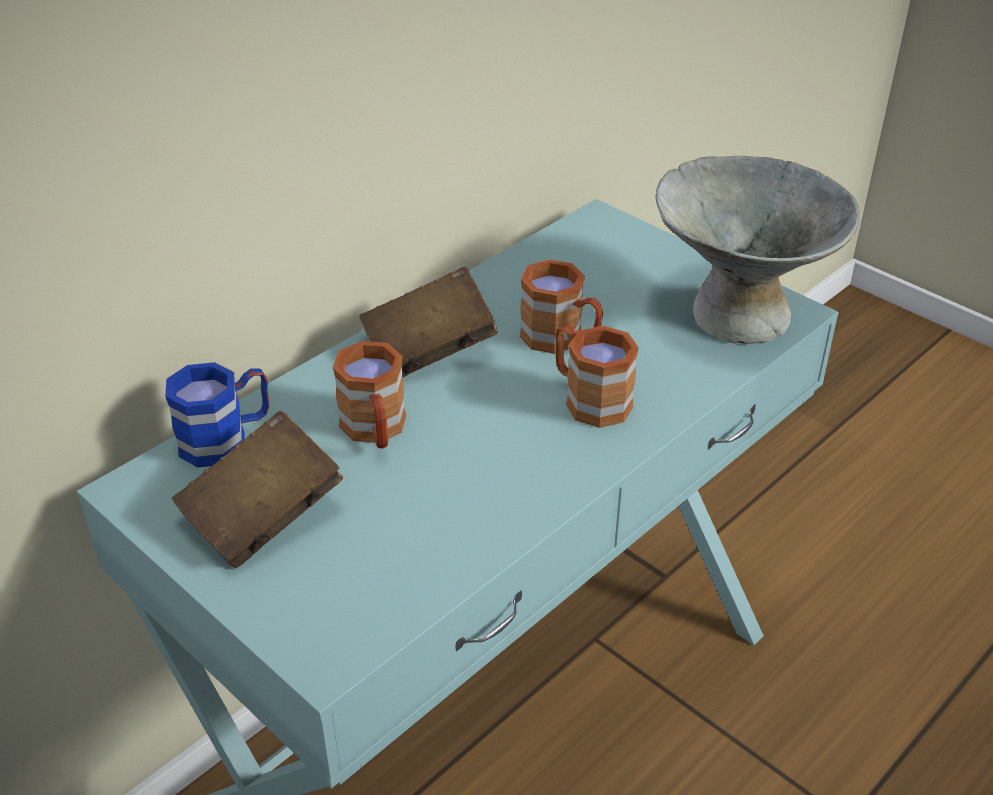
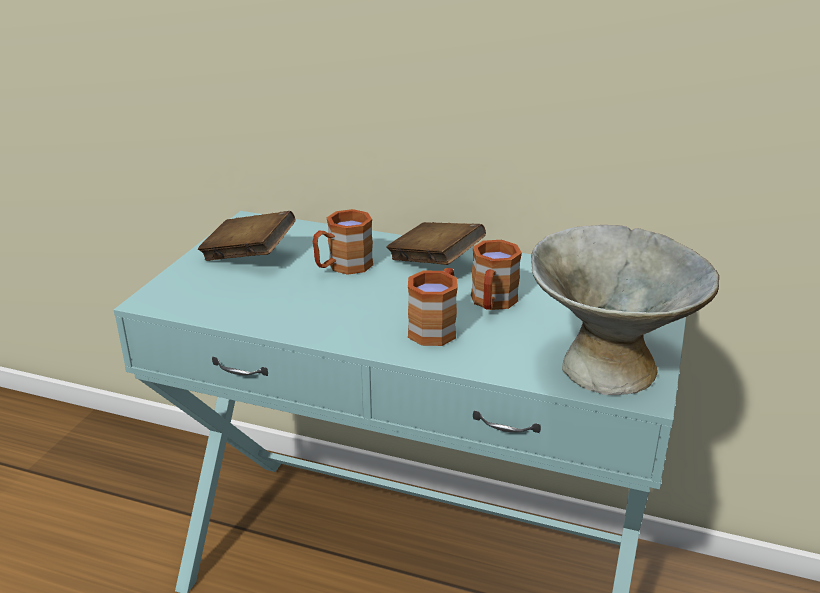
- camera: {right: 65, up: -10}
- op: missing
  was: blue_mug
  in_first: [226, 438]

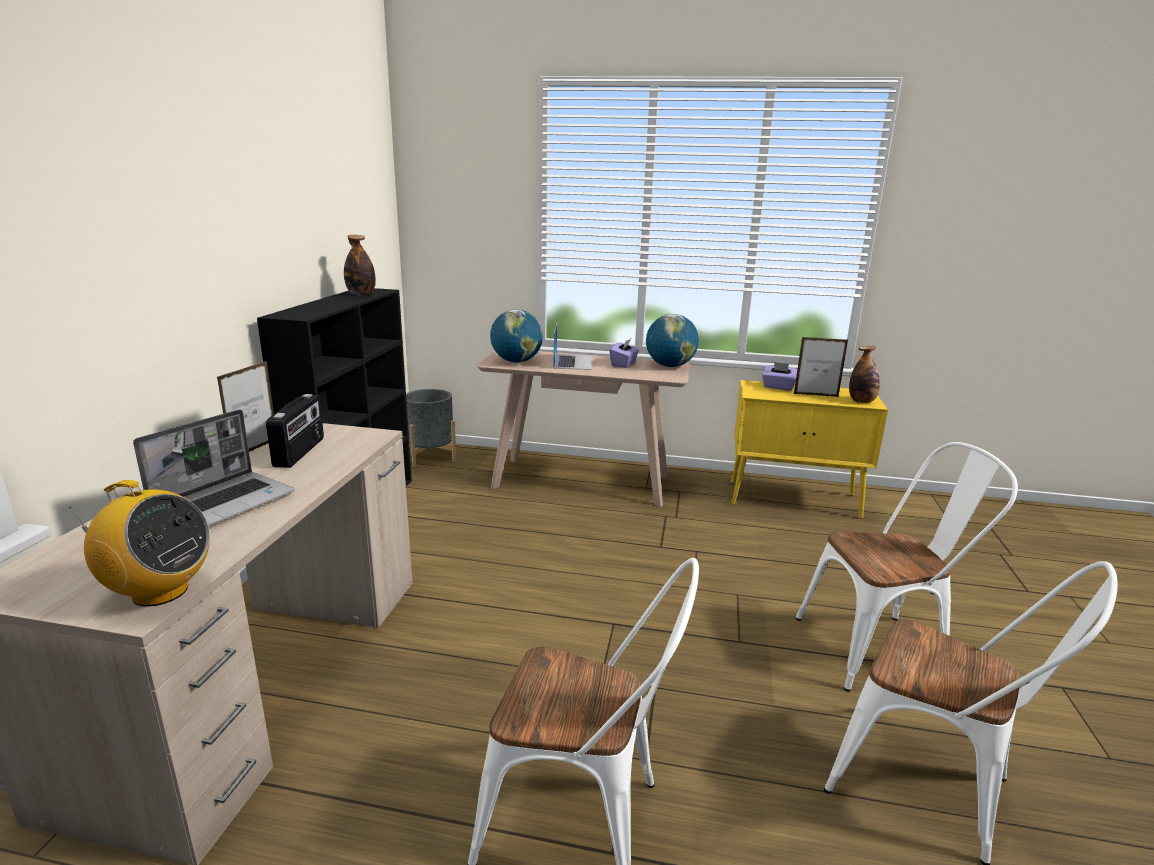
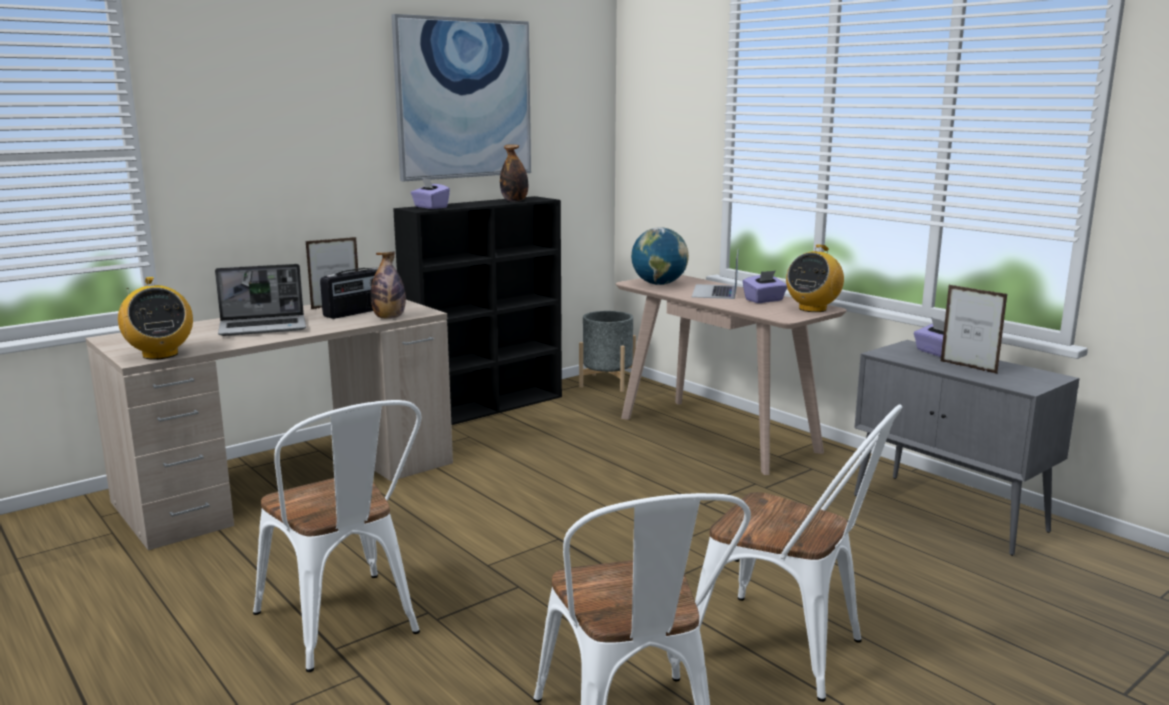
- camera: {right: 40, up: -5}
- op: relocated
  was: bottle
  in_first: [861, 401]
  in_second: [389, 318]
- op: appeared
  now: picture
  in_second: [464, 99]
- op: appeared
  now: purple_tissue_box
  in_second: [430, 207]
- op: spun
  was: laptop
  in_first: [572, 361]
  in_second: [715, 291]
  clockwise: 150
- op: exchanged
  was: globe
  now: radio
  in_first: [670, 366]
  in_second: [812, 309]
- op: colour
  was: yellow_cabinet
  now: grey_cabinet
  in_first: [794, 500]
  in_second: [949, 513]

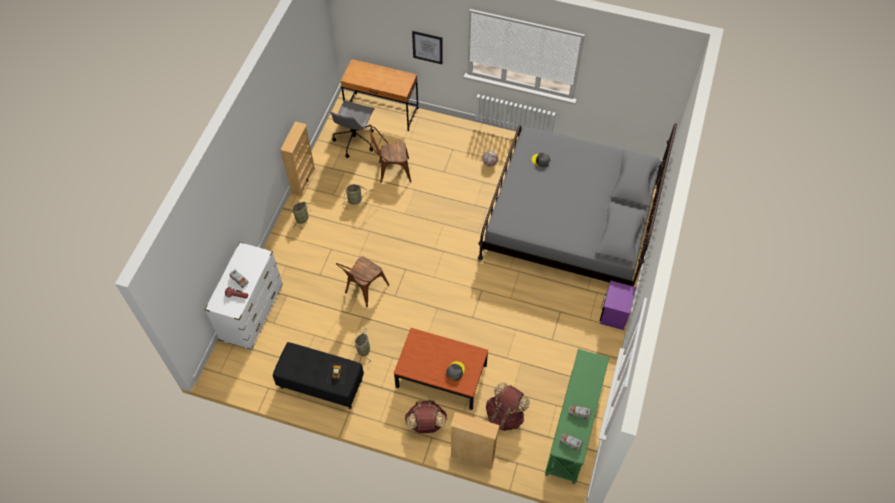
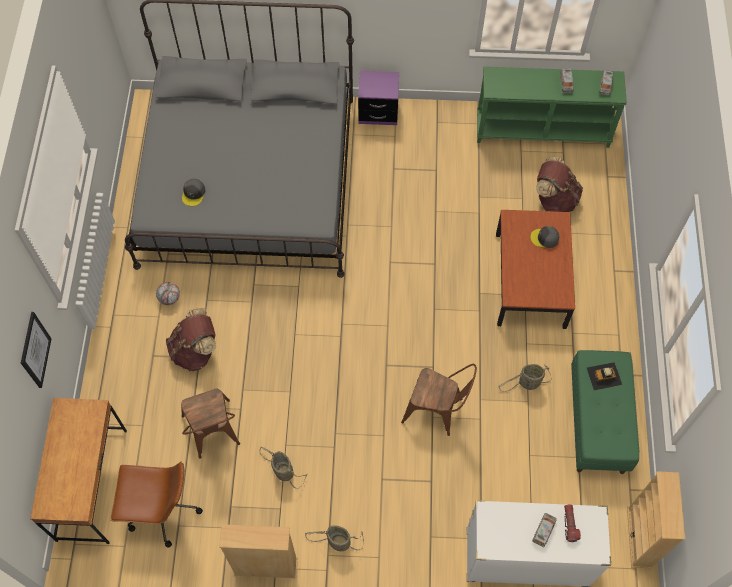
- camera: {right: -105, up: 5}
- op: colour
  was: grey_office_chair
  now: brown_office_chair
  in_first: [354, 140]
  in_second: [162, 510]
- op: relocated
  was: brown_backpack
  in_first: [426, 424]
  in_second: [196, 351]
- op: colour
  was: black_bench
  now: green_bench
  in_first: [321, 384]
  in_second: [598, 422]
- op: relocated
  was: beige_bookcase
  in_first: [472, 456]
  in_second: [639, 537]

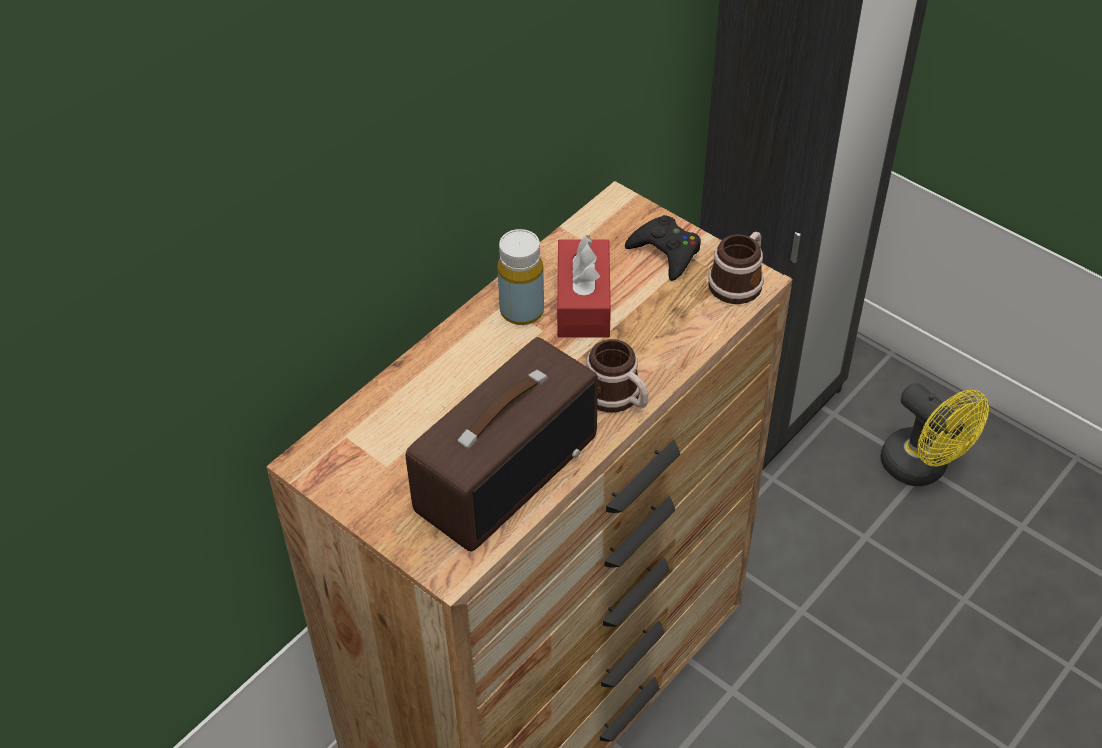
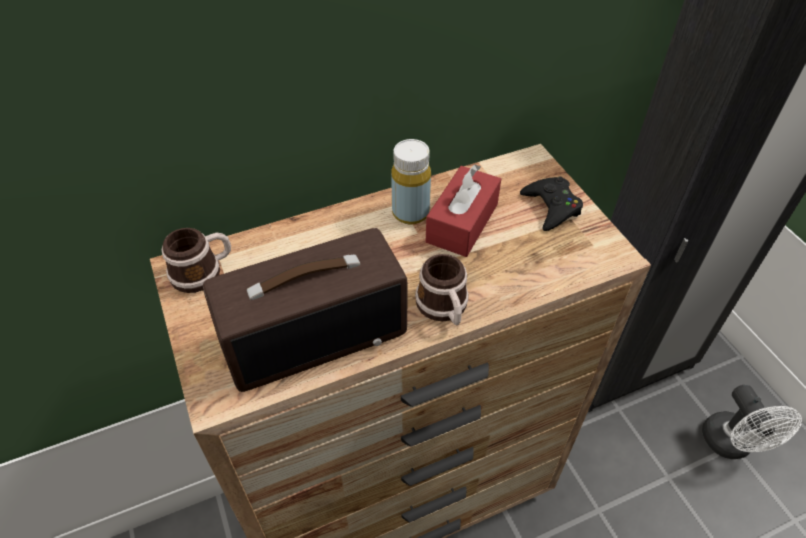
- camera: {right: 25, up: 0}
- op: relocated
  was: mug
  in_first: [739, 281]
  in_second: [203, 272]
- op: colour
  was: yellow_fan
  now: white_fan
  in_first: [922, 468]
  in_second: [731, 445]

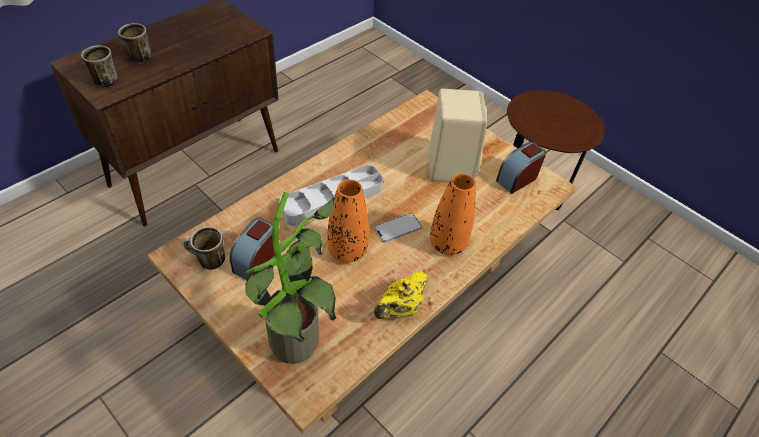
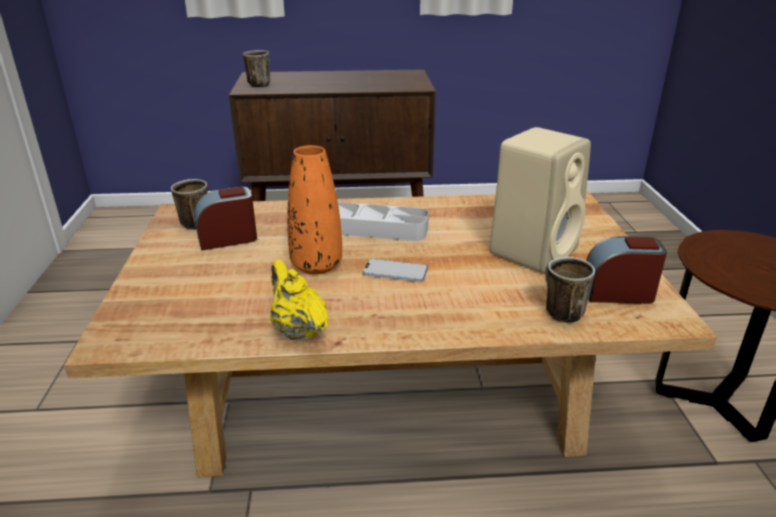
- camera: {right: 45, up: -20}
- op: spun
  was: yellow_teapot
  in_first: [400, 309]
  in_second: [298, 330]
  clockwise: 60
- op: relocated
  was: mug
  in_first: [136, 57]
  in_second: [558, 311]
- op: missing
  was: potted_plant
  in_first: [299, 348]
- op: missing
  was: orange_vase
  in_first: [447, 244]

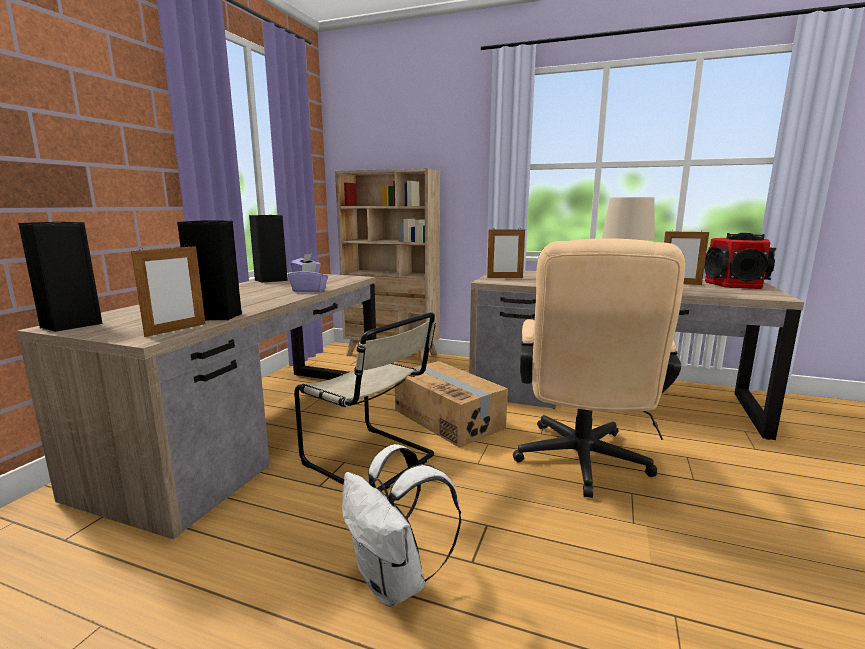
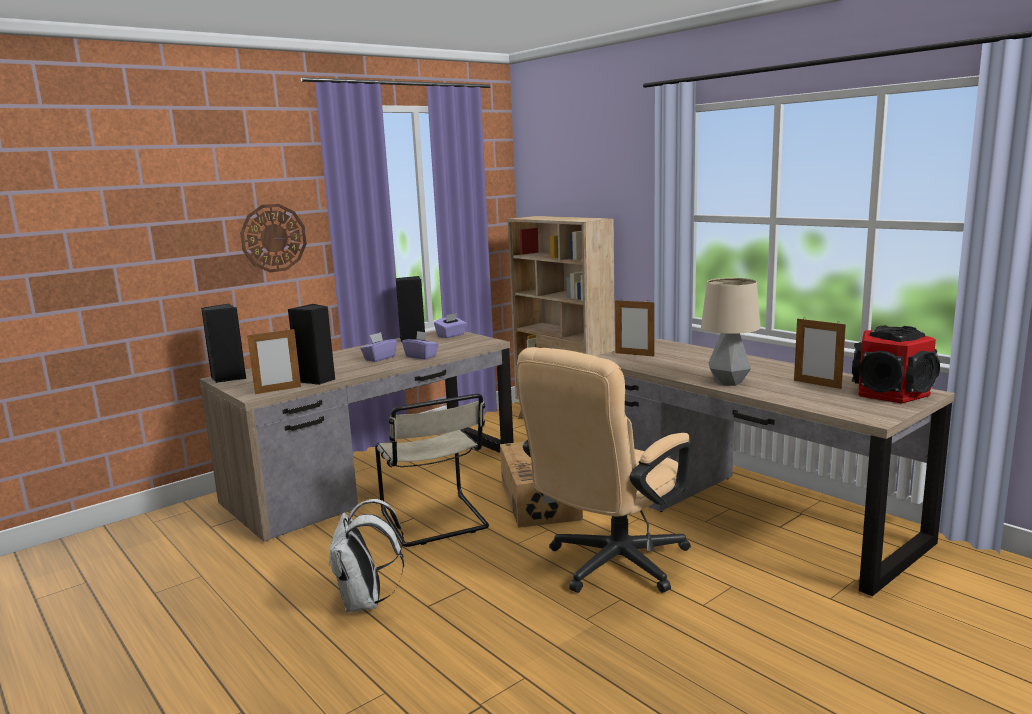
- camera: {right: 30, up: 0}
- op: appeared
  now: wall_clock
  in_second: [273, 238]
- op: appeared
  now: purple_tissue_box
  in_second: [379, 358]

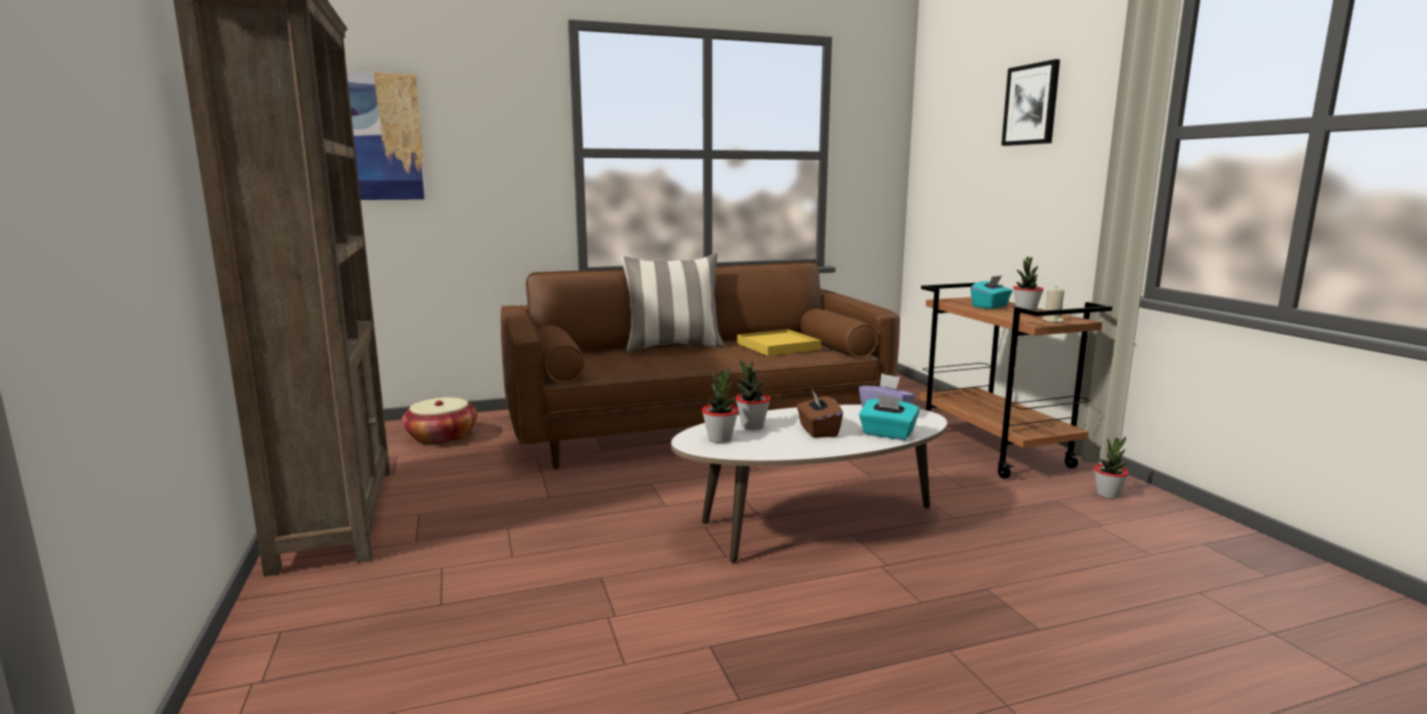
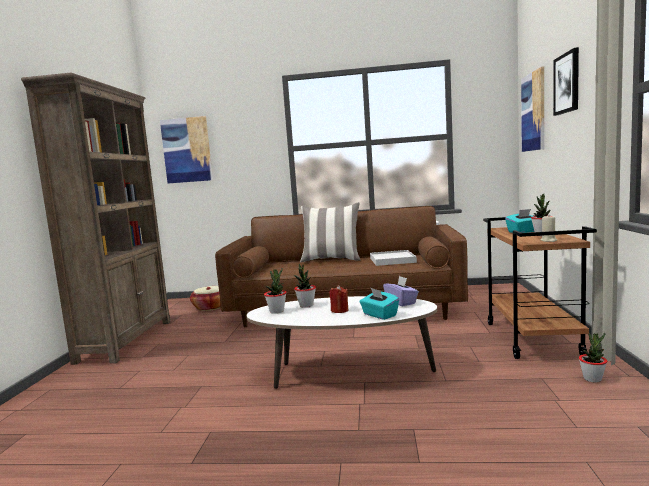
- camera: {right: 25, up: -5}
- op: exchanged
  was: brown_tissue_box
  now: red_candle
  in_first: [817, 431]
  in_second: [339, 310]
- op: colour
  was: yellow_tray
  now: white_tray
  in_first: [777, 346]
  in_second: [392, 260]
- op: appeared
  now: picture
  in_second: [533, 112]

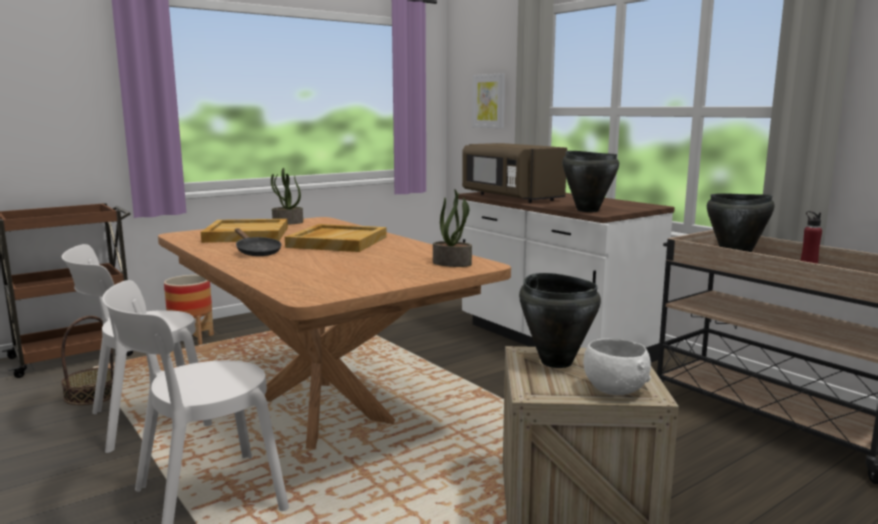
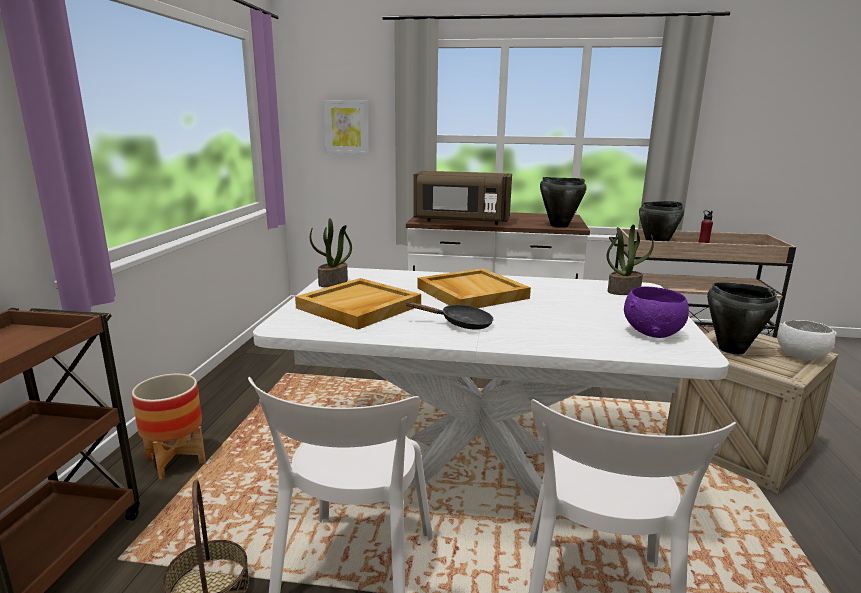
- camera: {right: -45, up: 5}
- op: colour
  was: brown_dining_table
  now: white_dining_table
  in_first: [320, 409]
  in_second: [476, 466]
- op: appeared
  now: purple_bowl
  in_second: [653, 333]

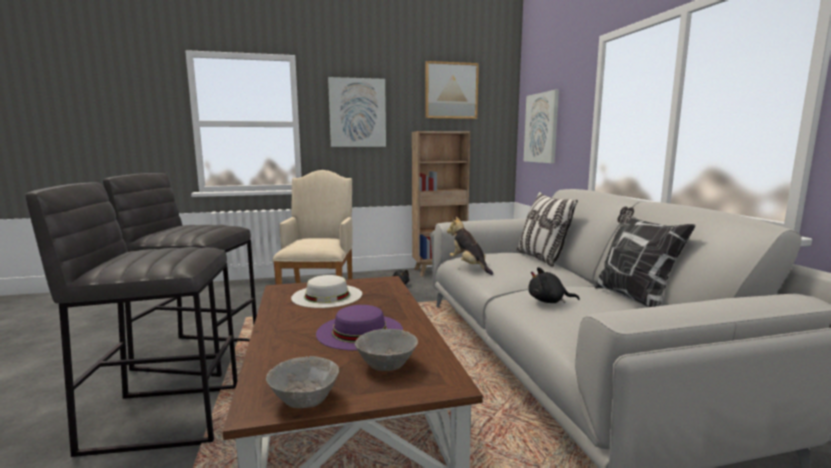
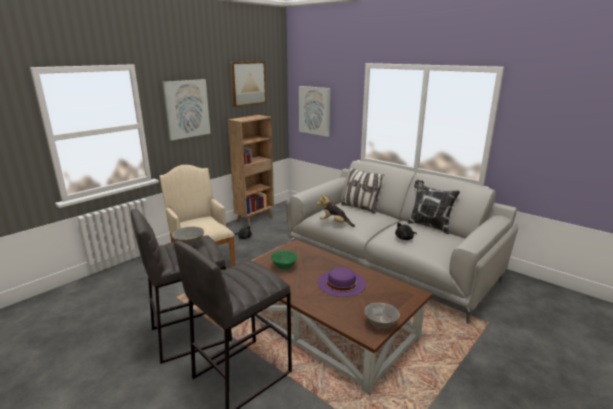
- camera: {right: -35, up: 10}
- op: relocated
  was: grey_bowl
  in_first: [387, 366]
  in_second: [190, 244]
- op: exchanged
  was: white_hat
  now: green_bowl
  in_first: [327, 296]
  in_second: [284, 266]

